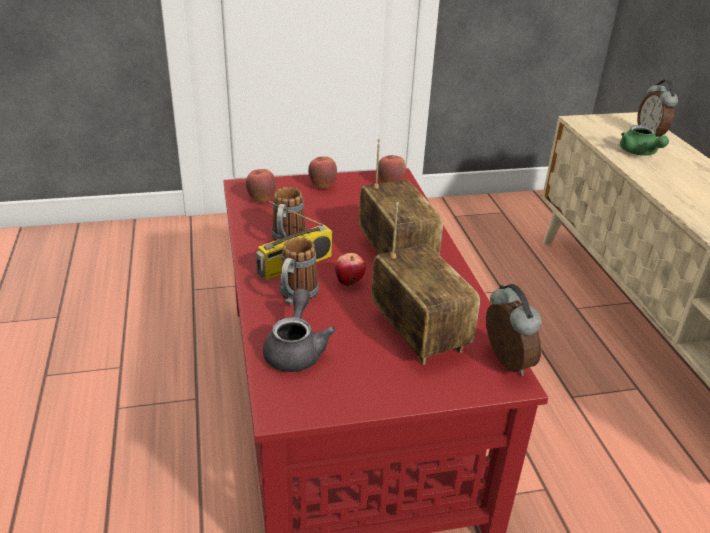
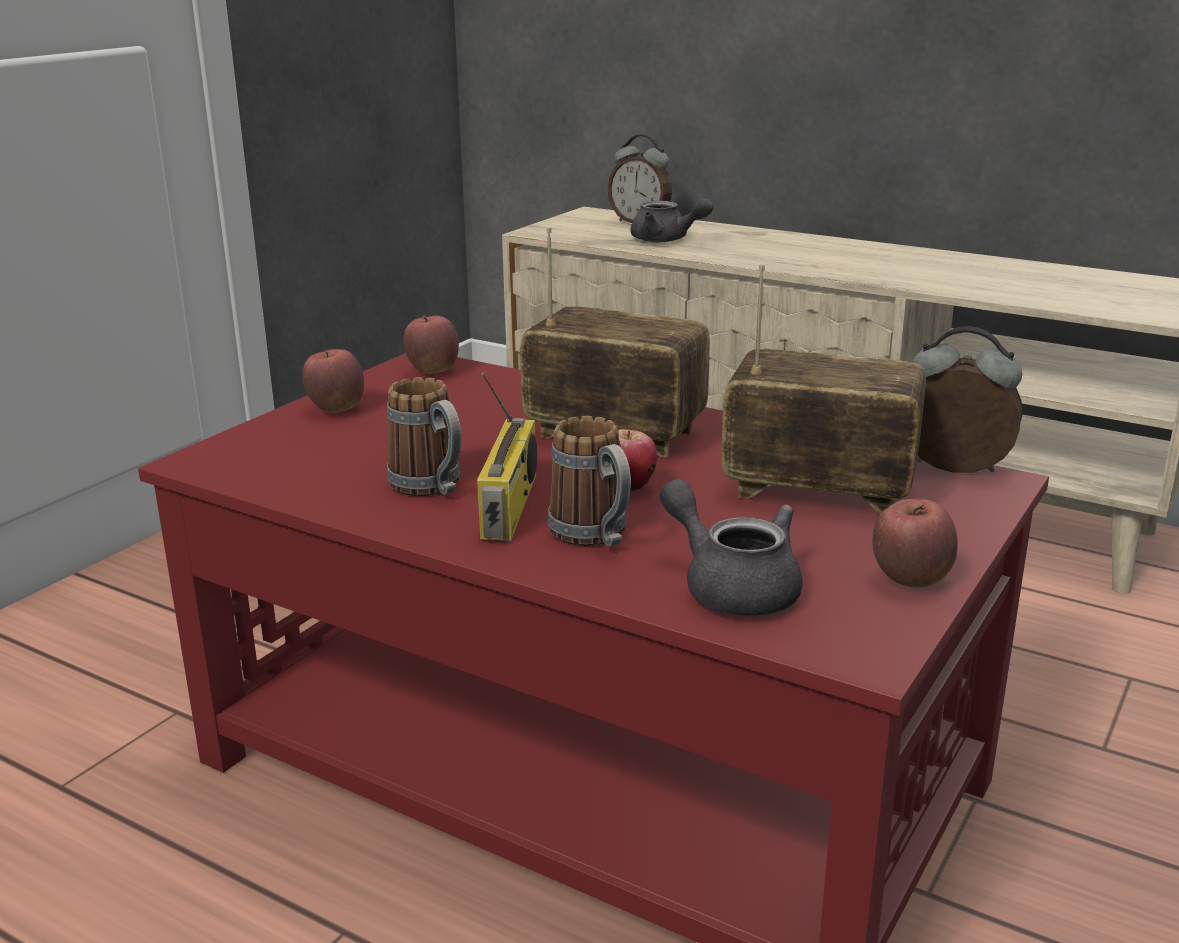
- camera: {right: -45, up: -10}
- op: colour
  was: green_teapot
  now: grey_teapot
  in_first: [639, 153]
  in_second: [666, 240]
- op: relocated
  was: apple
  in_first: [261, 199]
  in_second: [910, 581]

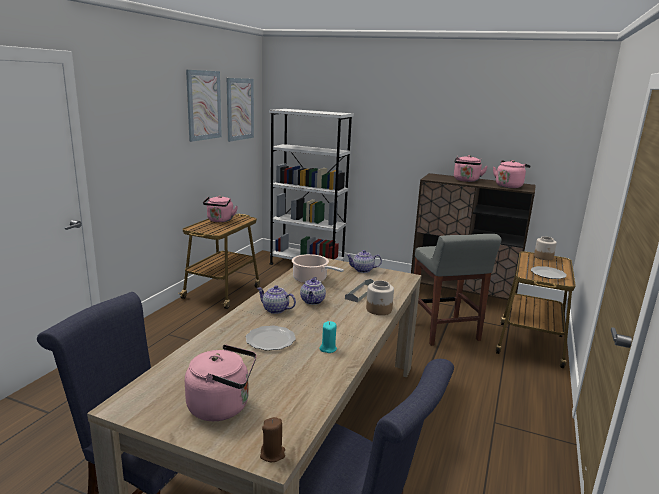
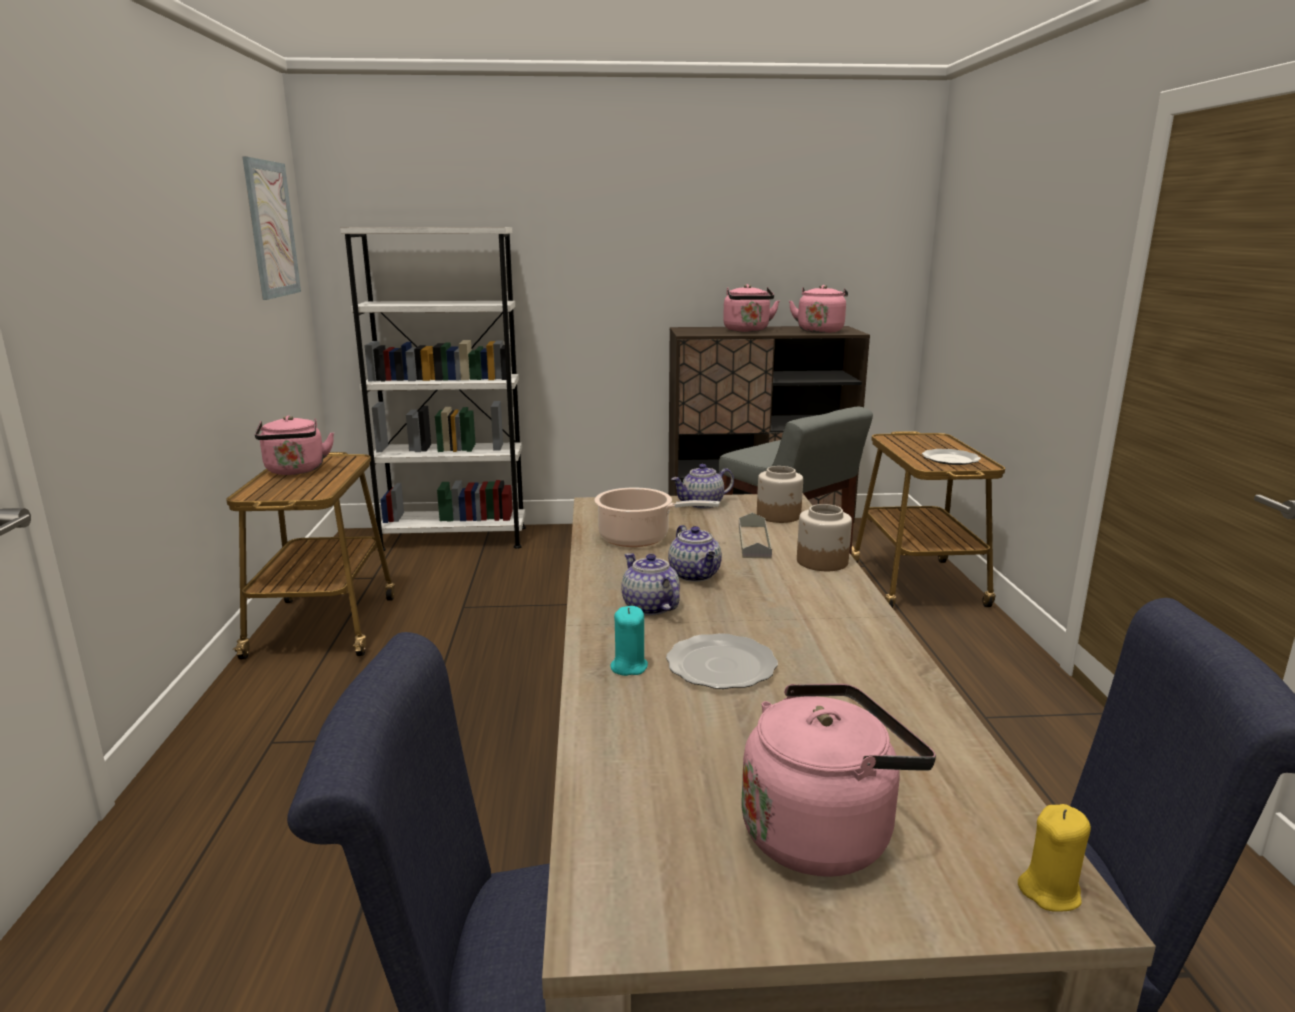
- camera: {right: -25, up: 0}
- op: relocated
  was: turquoise_candle
  in_first: [328, 348]
  in_second: [628, 666]
- op: spun
  was: teapot
  in_first: [275, 310]
  in_second: [649, 607]
  clockwise: 60
- op: relocated
  was: jar
  in_first: [543, 257]
  in_second: [779, 516]
- op: colour
  was: brown_candle
  now: yellow_candle
  in_first: [272, 454]
  in_second: [1050, 891]
- op: missing
  was: picture
  in_first: [204, 105]

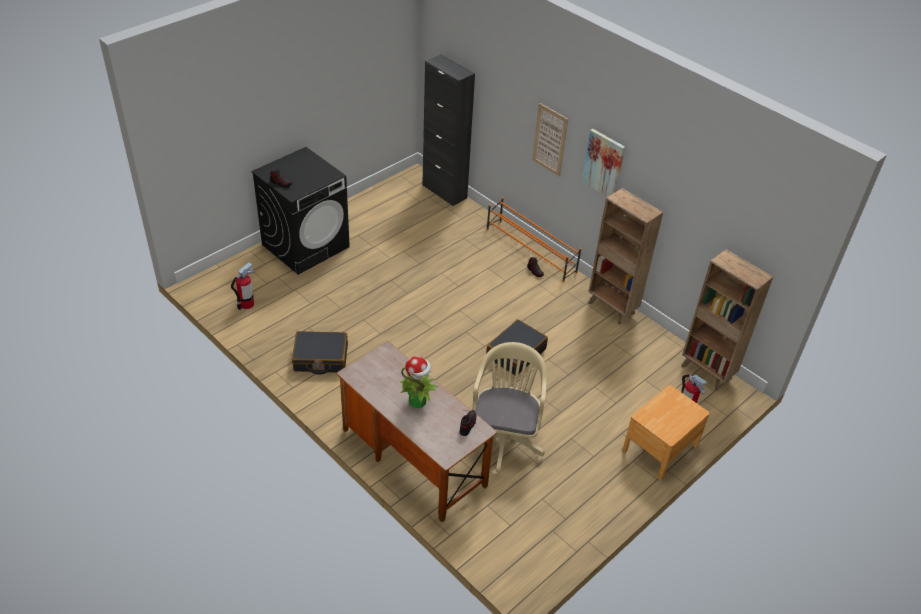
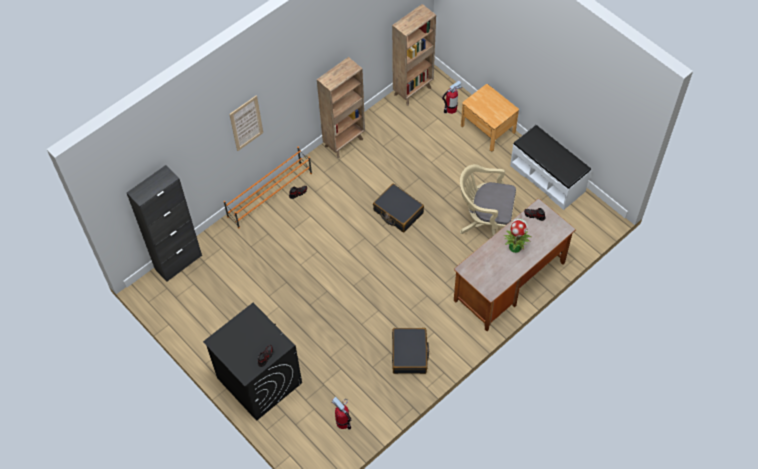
- camera: {right: -85, up: 15}
- op: appeared
  now: white_bench
  in_second: [548, 178]
- op: missing
  was: picture
  in_first: [604, 164]

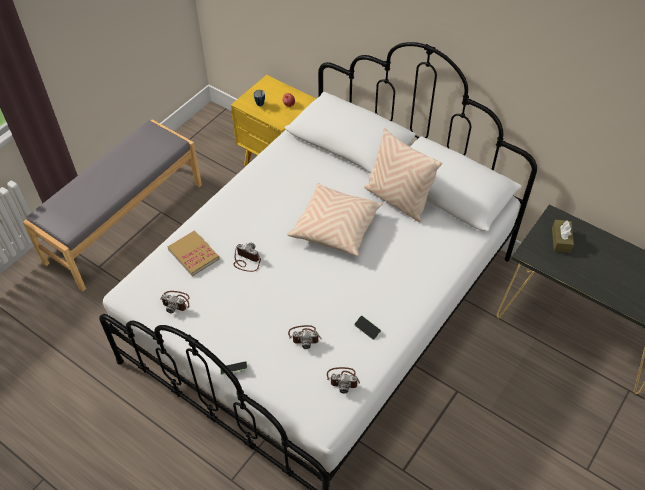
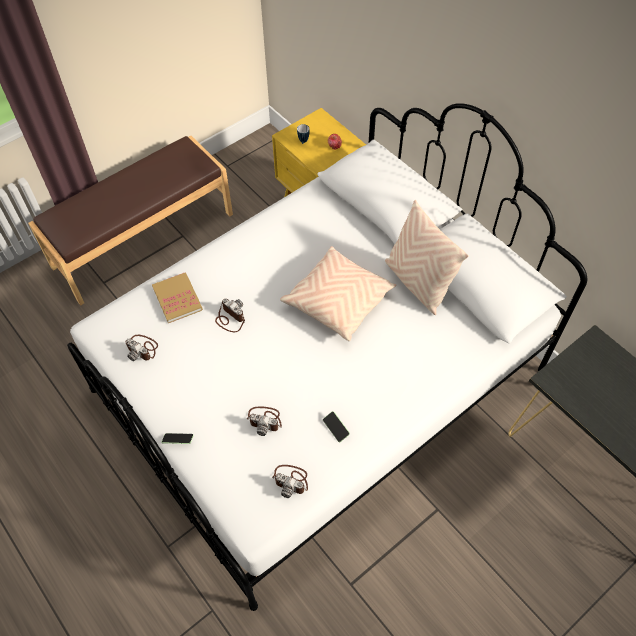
- camera: {right: 15, up: 5}
- op: colour
  was: grey_bench
  now: brown_bench
  in_first: [124, 222]
  in_second: [143, 239]
- op: missing
  was: brown_tissue_box
  in_first: [561, 240]

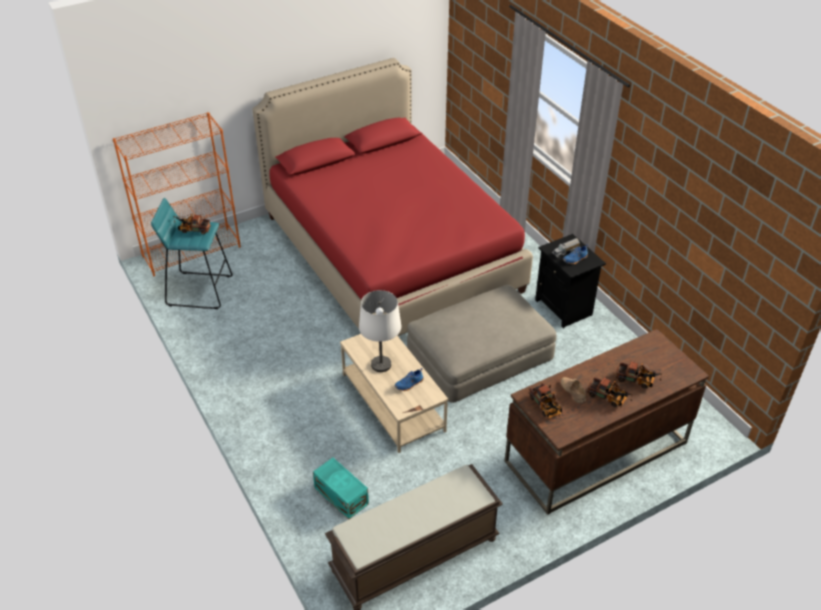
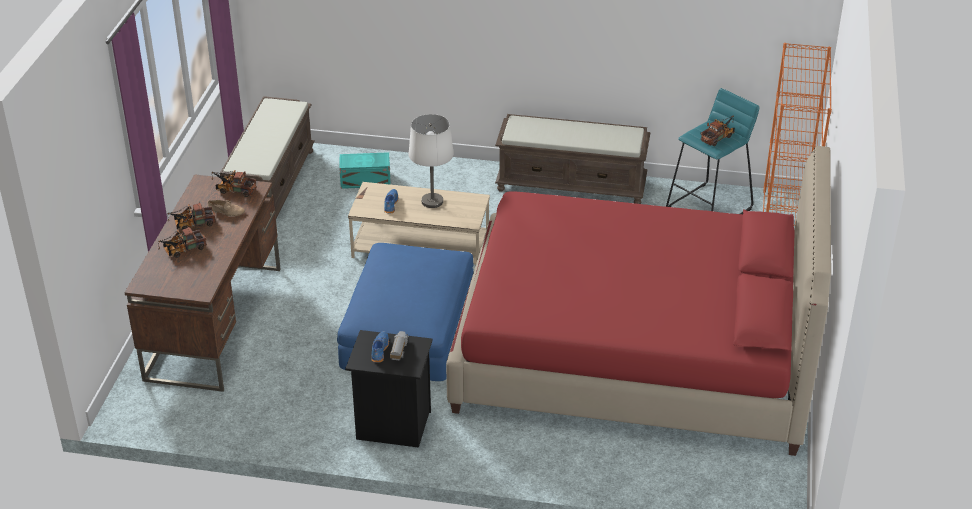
- camera: {right: 130, up: -5}
- op: colour
  was: beige_ottoman
  now: blue_ottoman
  in_first: [479, 353]
  in_second: [409, 327]
- op: appeared
  now: brown_bench
  in_second: [572, 185]

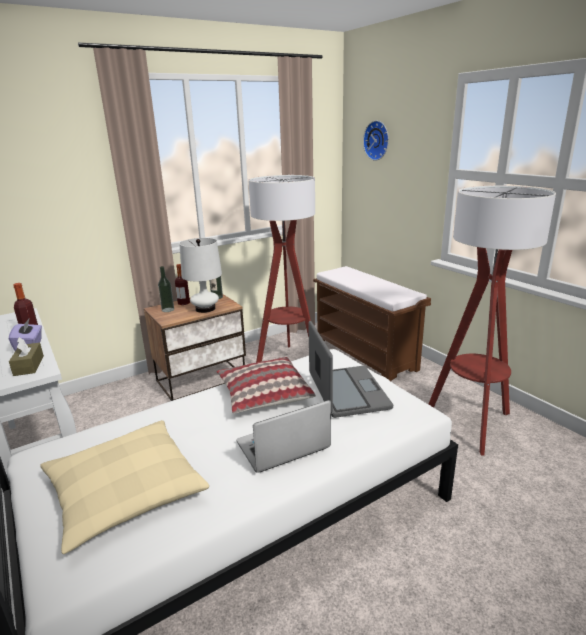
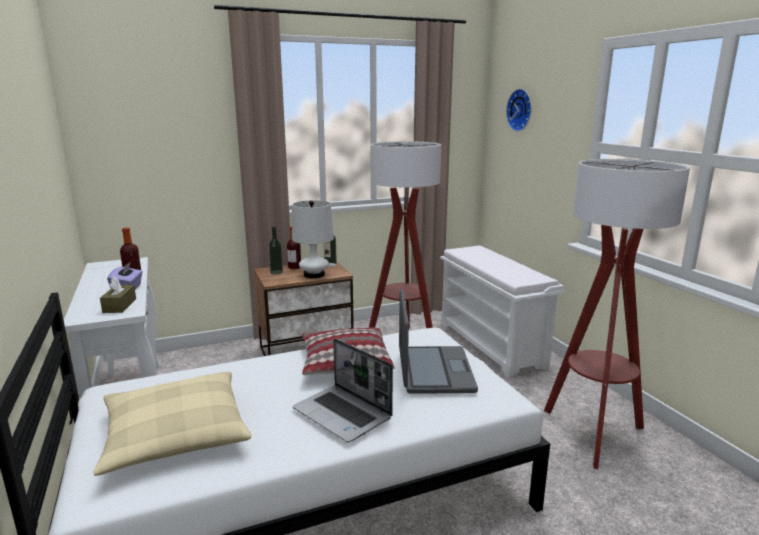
- camera: {right: 10, up: -5}
- op: spun
  was: laptop
  in_first: [282, 447]
  in_second: [343, 414]
  clockwise: -120
- op: colour
  was: brown_bench
  now: white_bench
  in_first: [366, 354]
  in_second: [491, 345]

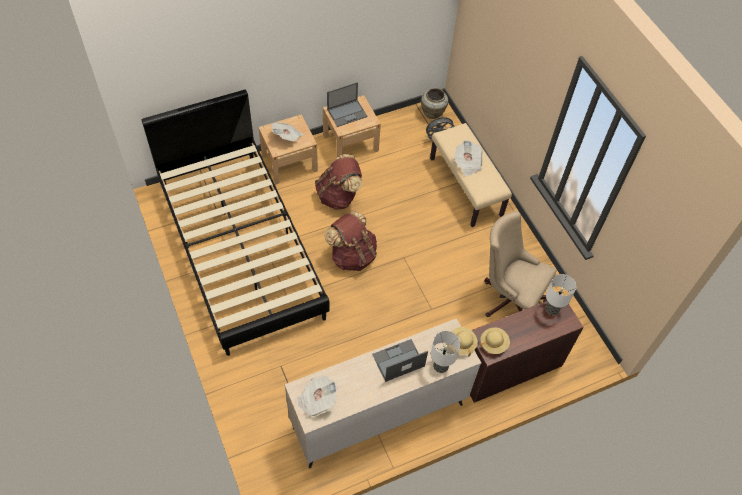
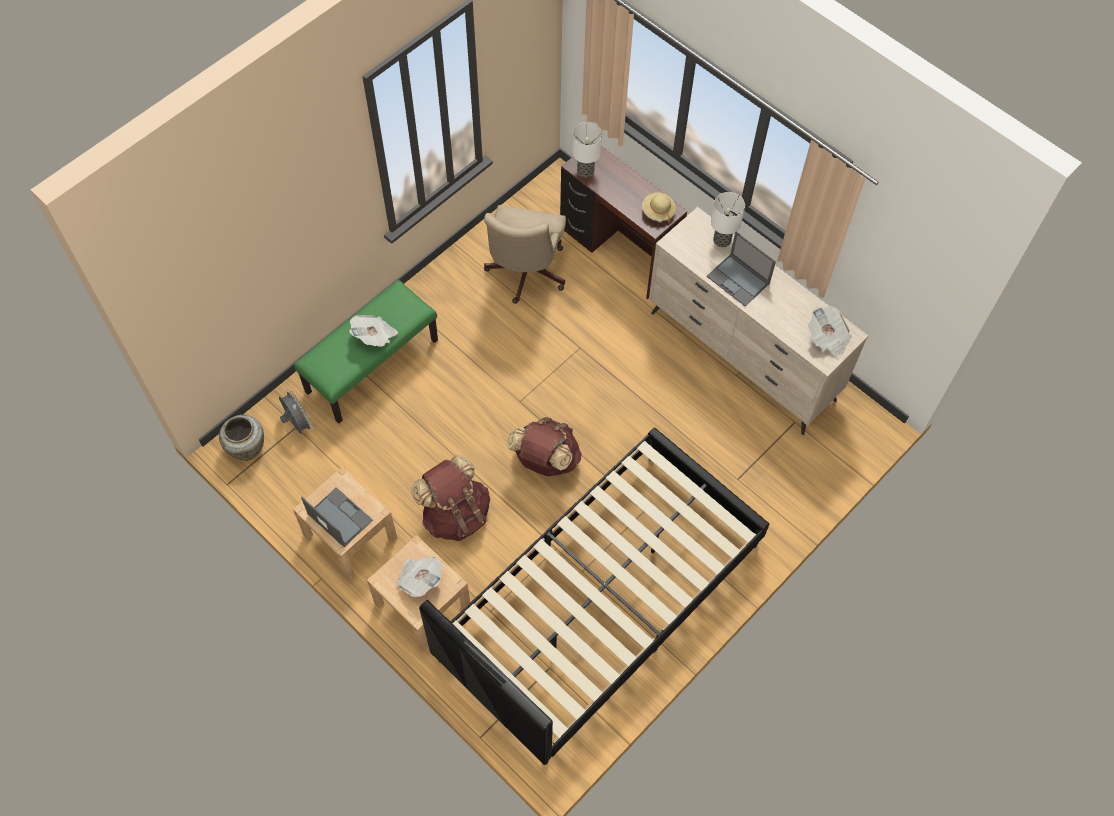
- camera: {right: -110, up: 5}
- op: colour
  was: beige_bench
  now: green_bench
  in_first: [466, 187]
  in_second: [372, 365]
- op: missing
  was: beige_hat
  in_first: [461, 344]

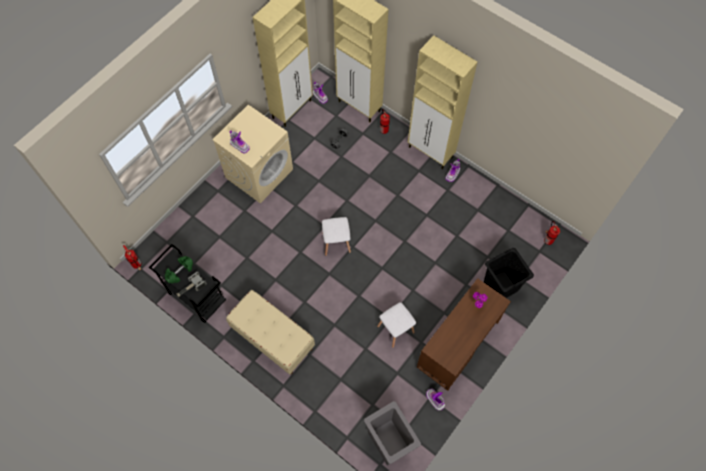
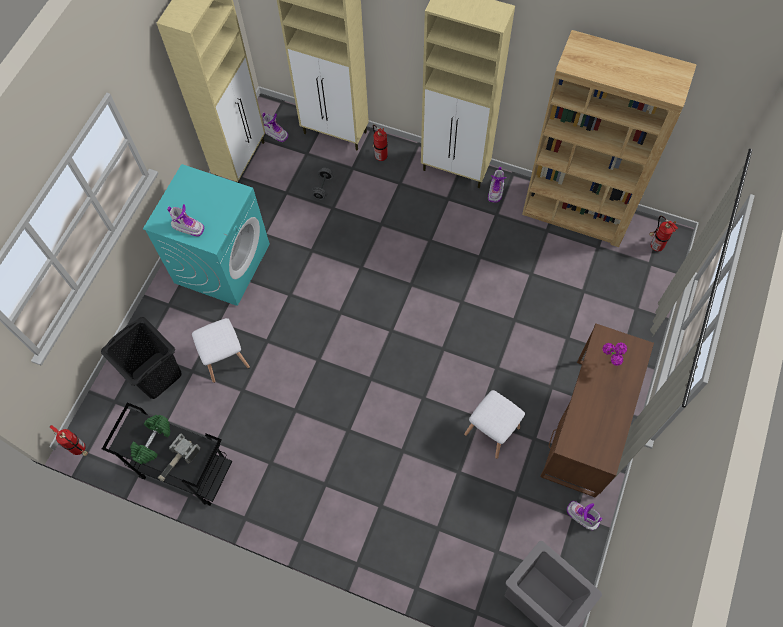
- camera: {right: -15, up: 0}
- op: relocated
  was: black_laundry_basket
  in_first: [500, 285]
  in_second: [156, 374]
- op: colour
  was: beige_washing_machine
  now: turquoise_washing_machine
  in_first: [259, 173]
  in_second: [222, 263]
- op: relocated
  was: white_stool
  in_first: [337, 242]
  in_second: [225, 358]
- op: appeared
  now: brown_bookcase
  in_second: [576, 214]
- op: missing
  was: beige_bench
  in_first: [272, 339]

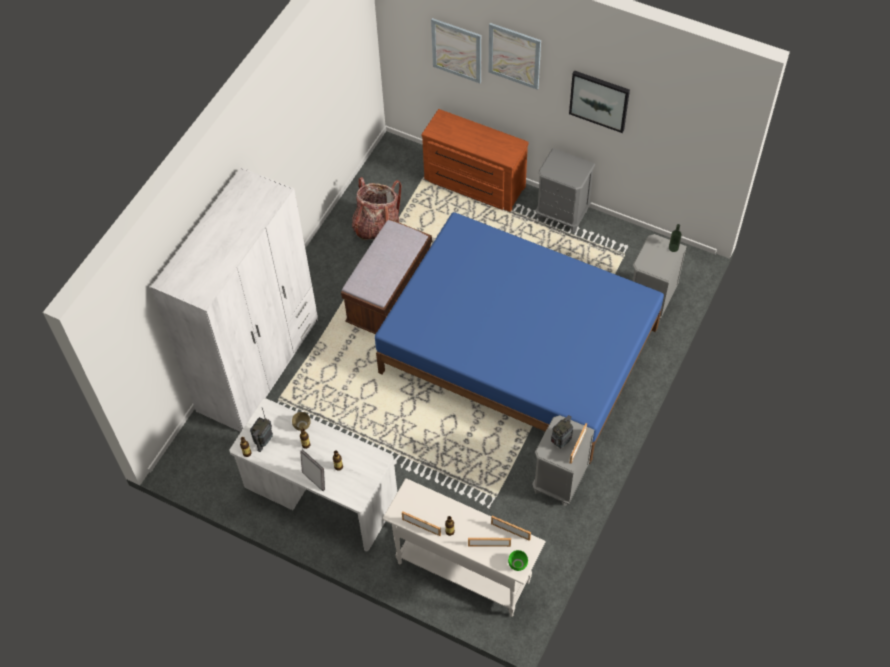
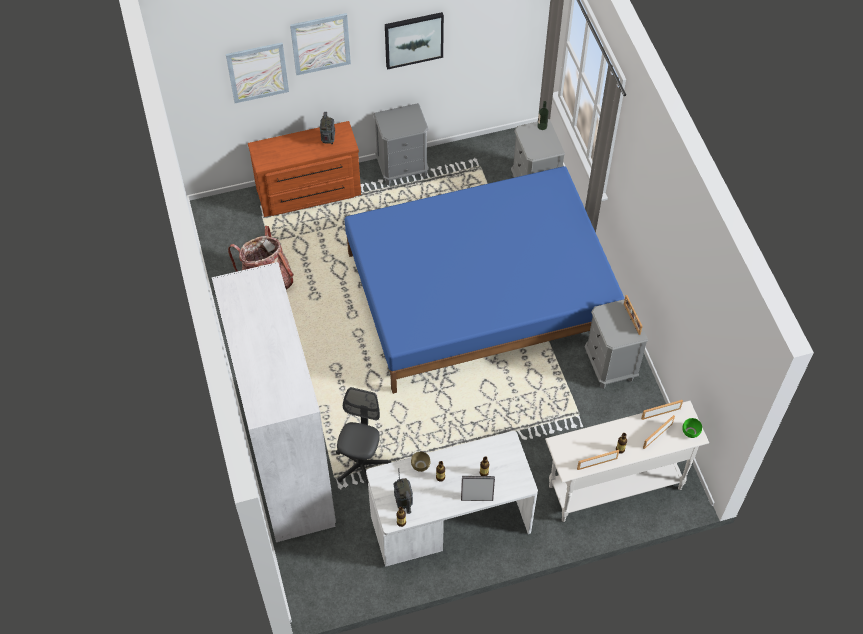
- camera: {right: -45, up: 0}
- op: relocated
  was: radio
  in_first: [561, 441]
  in_second: [328, 140]
- op: appeared
  now: grey_office_chair
  in_second: [361, 465]
- op: missing
  was: brown_bench
  in_first: [390, 297]

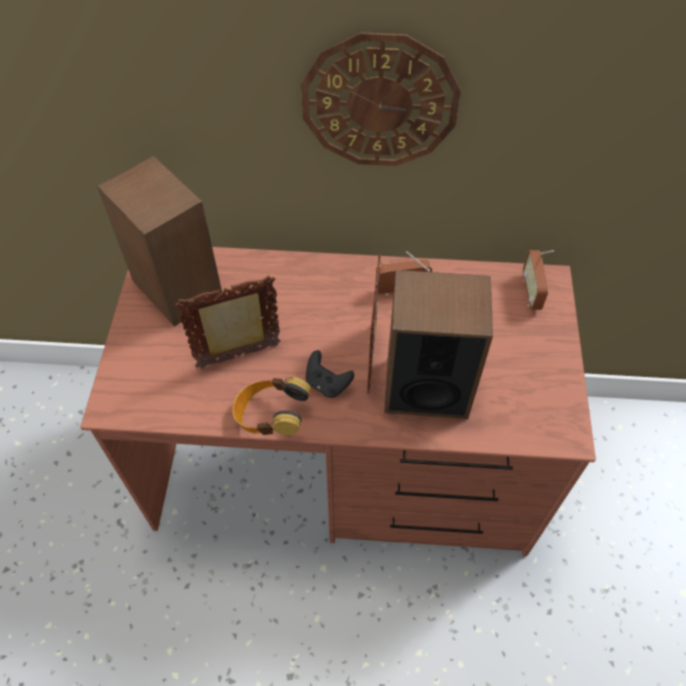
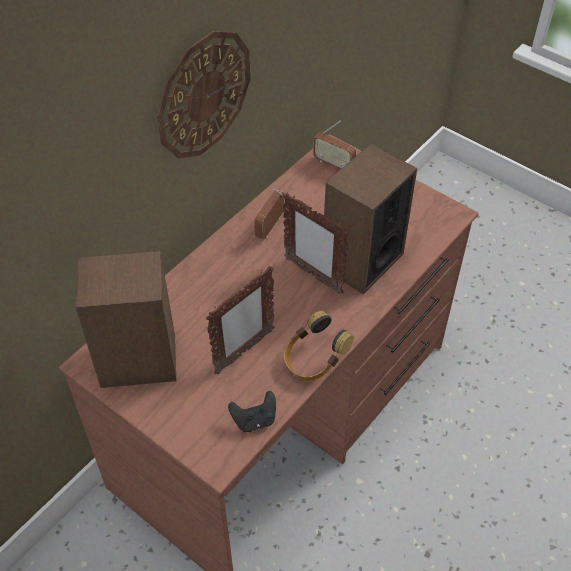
- camera: {right: -55, up: -5}
- op: spun
  was: picture_frame
  in_first: [240, 356]
  in_second: [243, 352]
  clockwise: -150
- op: relocated
  was: black_game_controller
  in_first: [327, 384]
  in_second: [254, 420]

